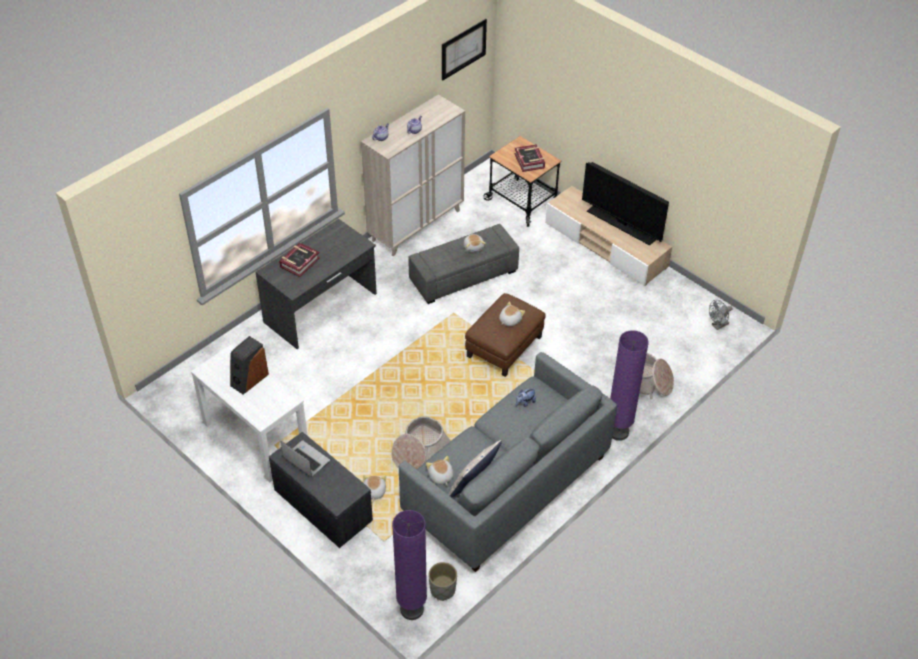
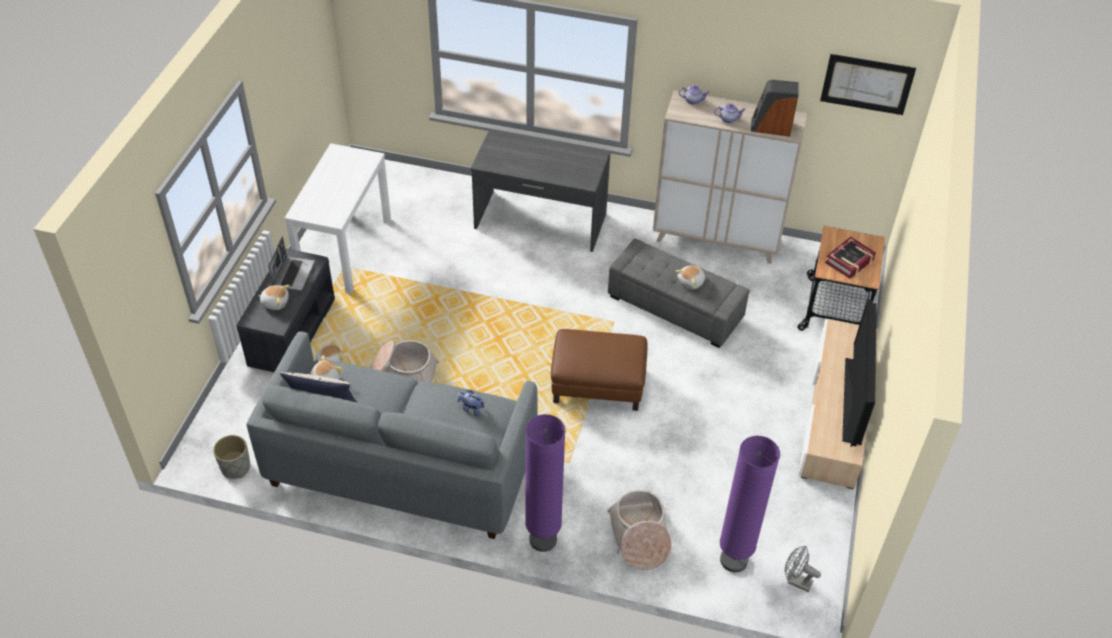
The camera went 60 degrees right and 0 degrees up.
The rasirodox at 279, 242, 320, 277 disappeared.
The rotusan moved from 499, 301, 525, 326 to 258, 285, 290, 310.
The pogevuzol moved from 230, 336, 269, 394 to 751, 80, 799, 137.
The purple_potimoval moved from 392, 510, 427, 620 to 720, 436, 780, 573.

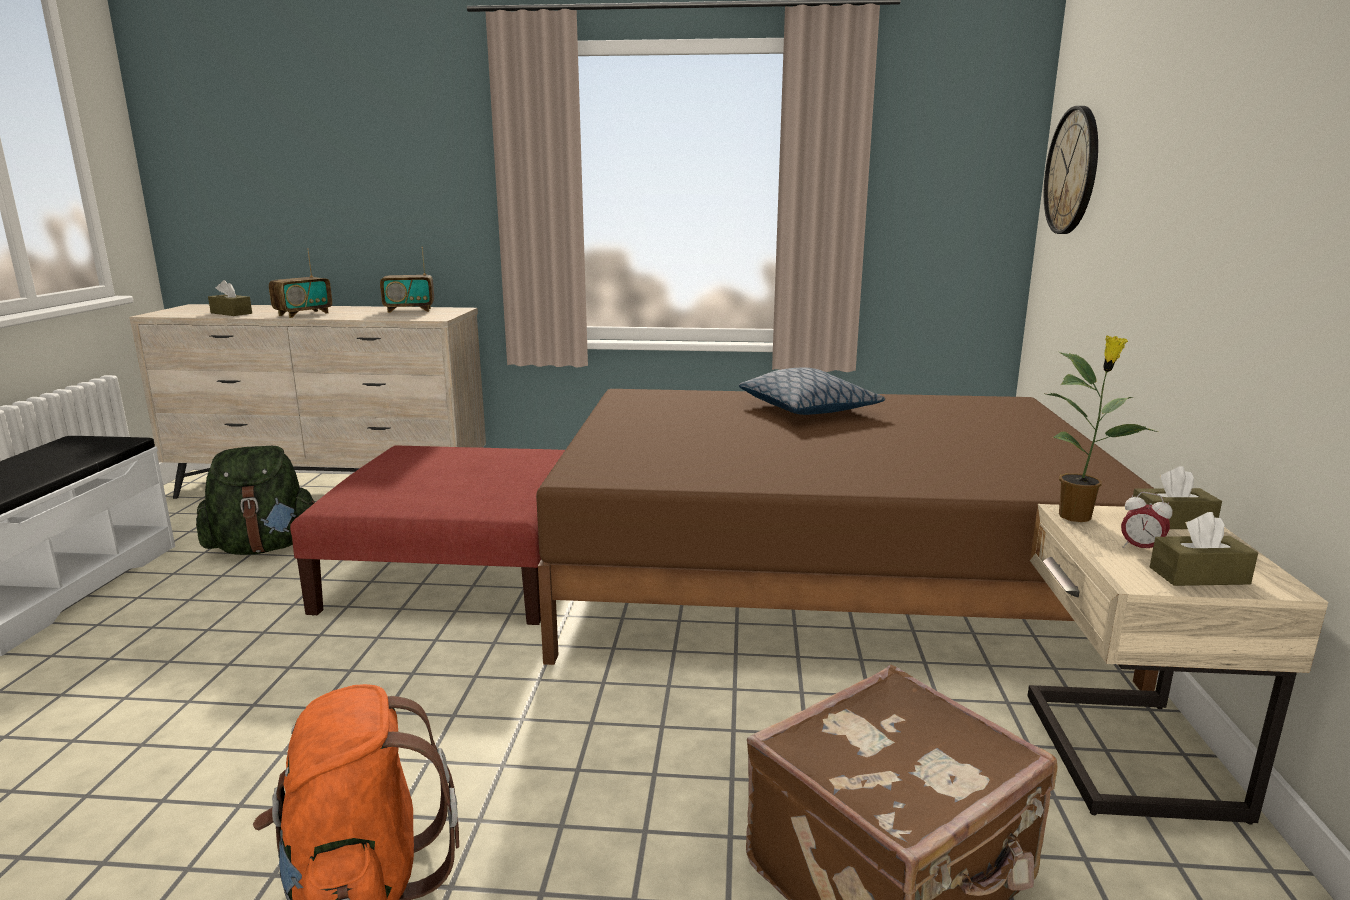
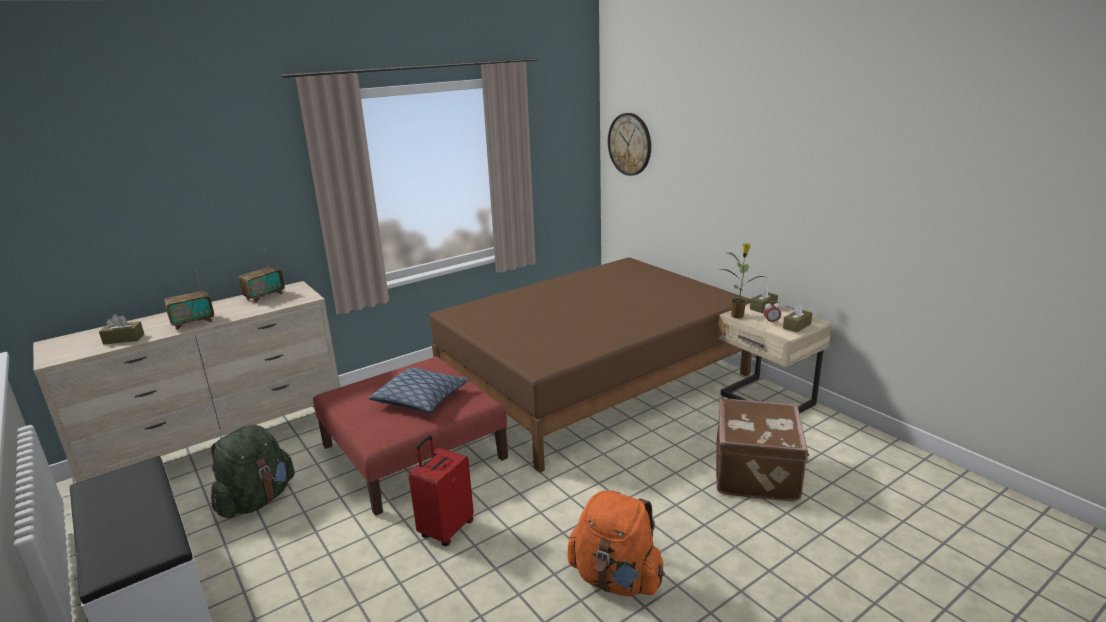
The camera went 40 degrees left and 5 degrees up.
The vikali at 269, 248, 332, 318 turned 60 degrees clockwise.
The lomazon moved from 739, 368, 885, 415 to 369, 367, 469, 413.
The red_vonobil at 409, 435, 474, 546 appeared.

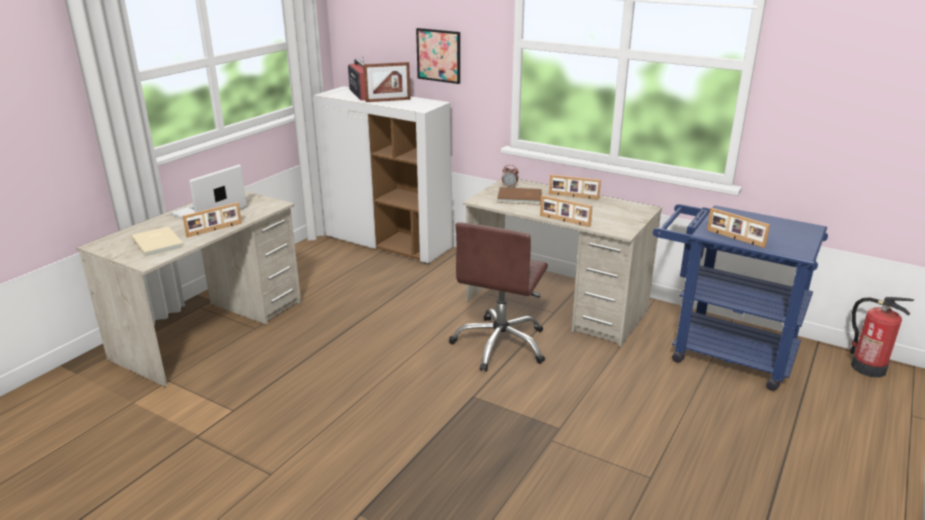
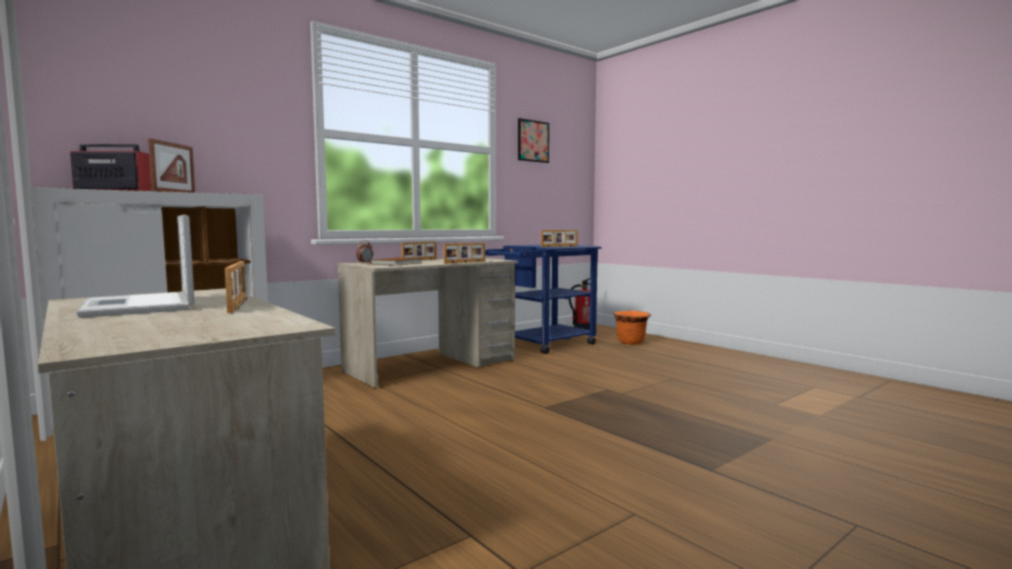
The camera went 70 degrees left and 20 degrees down.
The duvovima moved from 416, 28, 460, 84 to 518, 118, 549, 163.
The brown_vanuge at 449, 222, 548, 372 disappeared.
The beige_rasirodox at 131, 226, 184, 257 disappeared.
The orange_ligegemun at 613, 311, 651, 345 appeared.

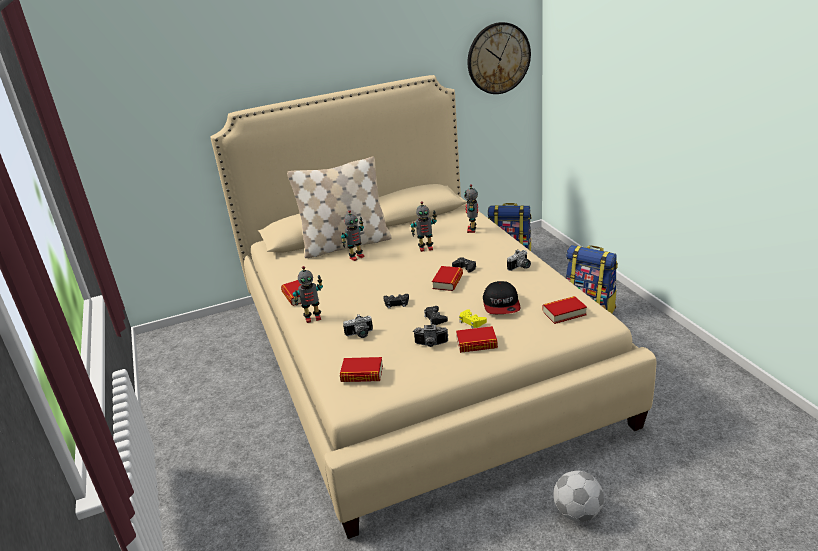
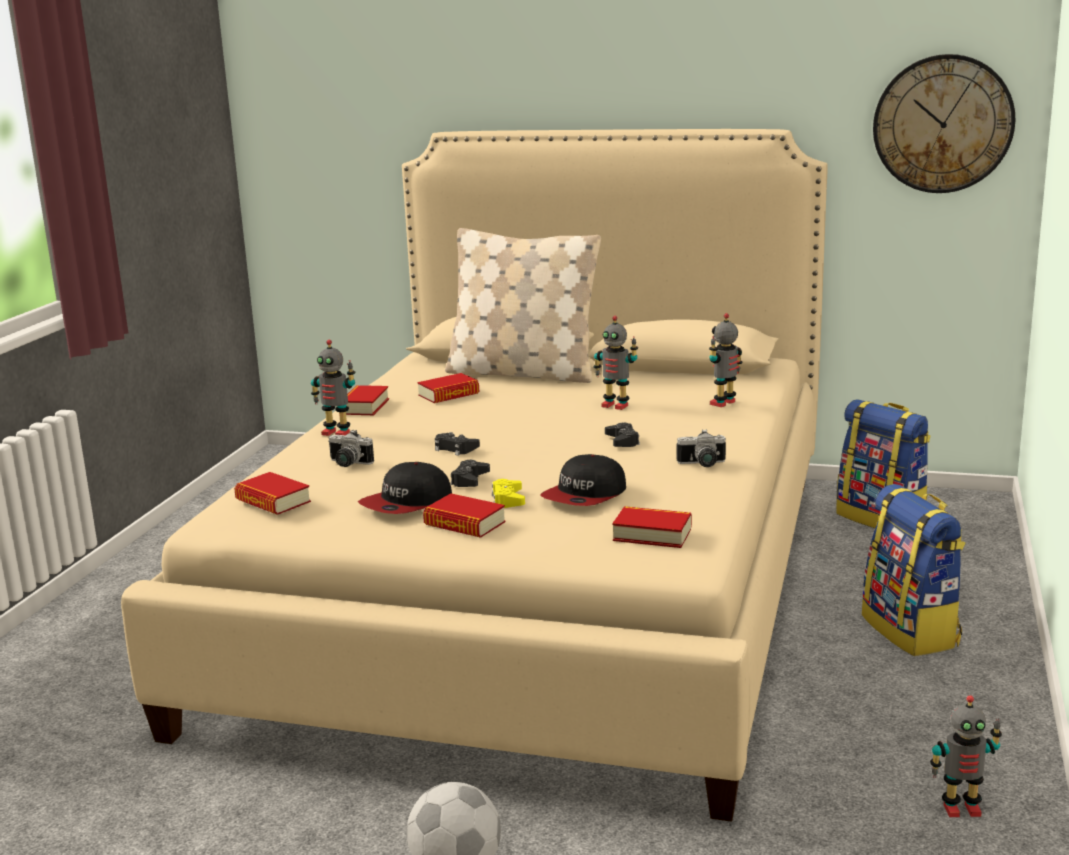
The camera went 35 degrees right and 10 degrees down.
The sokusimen moved from 341, 210, 365, 261 to 930, 695, 1002, 817.
The rasirodox moved from 432, 266, 463, 291 to 417, 373, 479, 403.
The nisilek at 413, 325, 448, 347 was replaced by the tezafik at 358, 462, 452, 514.

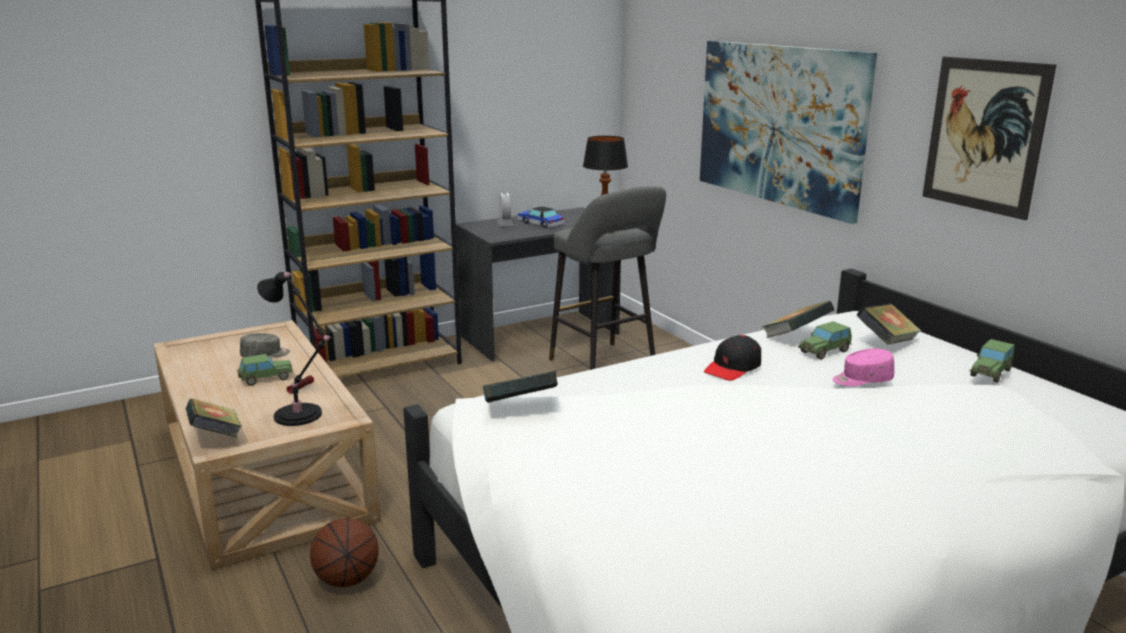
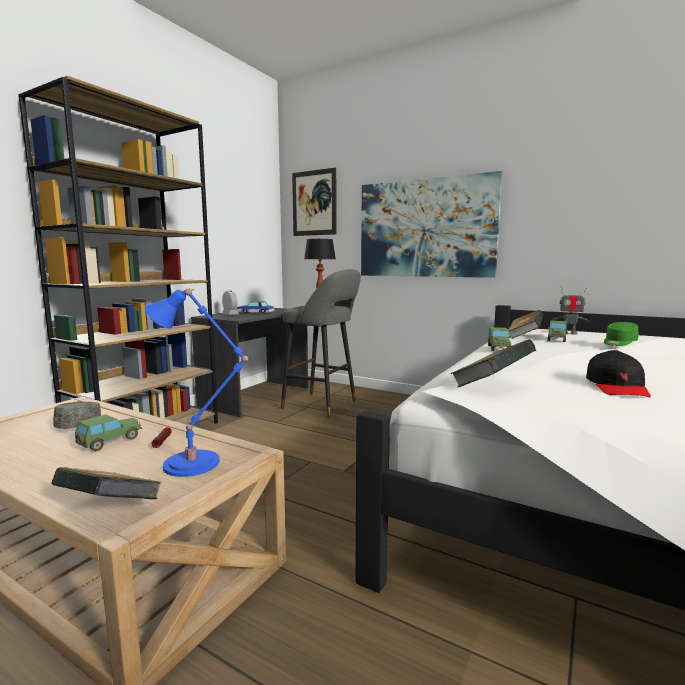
The camera went 30 degrees left and 10 degrees down.
The duvovima moved from 923, 56, 1056, 220 to 292, 168, 337, 236.
The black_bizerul at 257, 272, 332, 426 became the blue_bizerul at 145, 288, 248, 477.
The rasirodox at 857, 304, 921, 345 was replaced by the sokusimen at 553, 286, 590, 335.
The black_tezafik moved from 704, 335, 761, 381 to 586, 350, 651, 398.
The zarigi moved from 970, 339, 1015, 383 to 488, 327, 511, 351.
The pink_tezafik at 833, 348, 894, 386 became the green_tezafik at 604, 322, 638, 346.
The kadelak at 310, 518, 379, 587 disappeared.

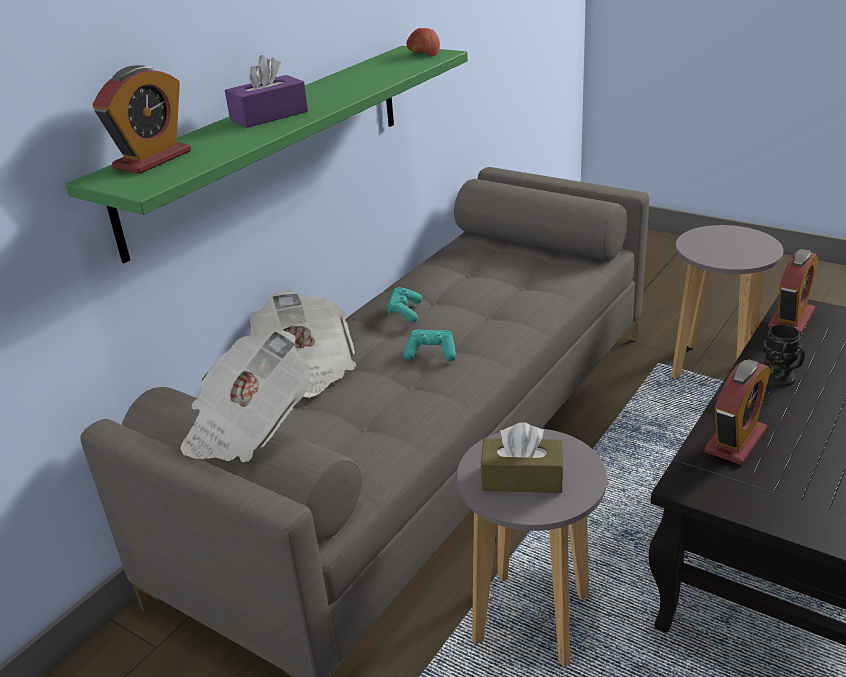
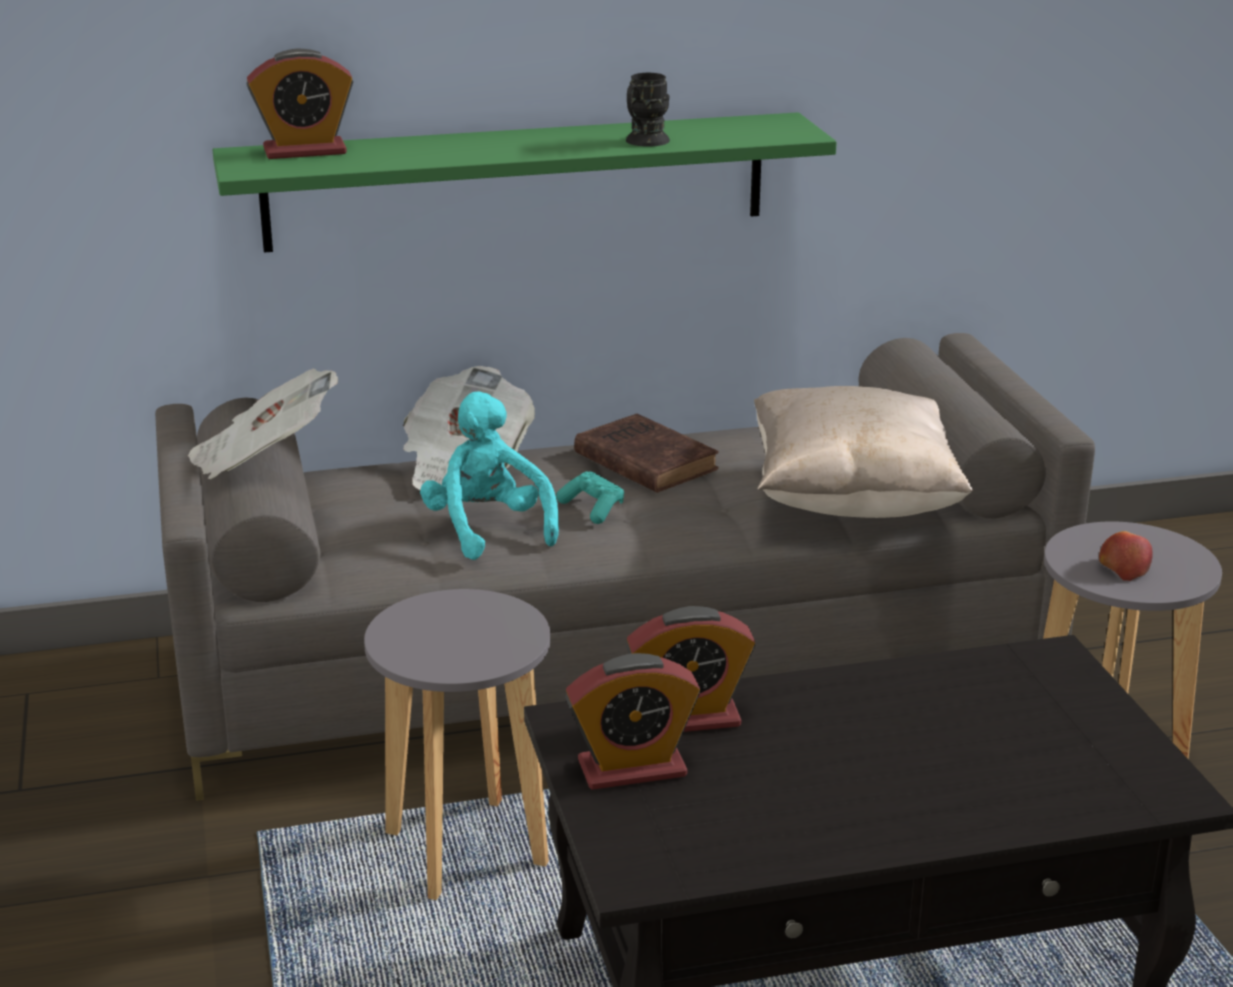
The camera went 40 degrees right and 5 degrees down.
The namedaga moved from 407, 28, 440, 56 to 1099, 531, 1153, 581.
The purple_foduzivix at 225, 55, 308, 128 disappeared.
The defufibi moved from 768, 249, 818, 335 to 565, 653, 700, 790.
The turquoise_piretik at 387, 287, 422, 323 was replaced by the brown_rasirodox at 574, 414, 719, 493.
The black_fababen moved from 763, 325, 805, 387 to 626, 73, 670, 147.
The brown_foduzivix at 480, 422, 564, 493 disappeared.
The beige_lomazon at 754, 386, 973, 518 appeared.
The turquoise_rotusan at 420, 392, 559, 560 appeared.

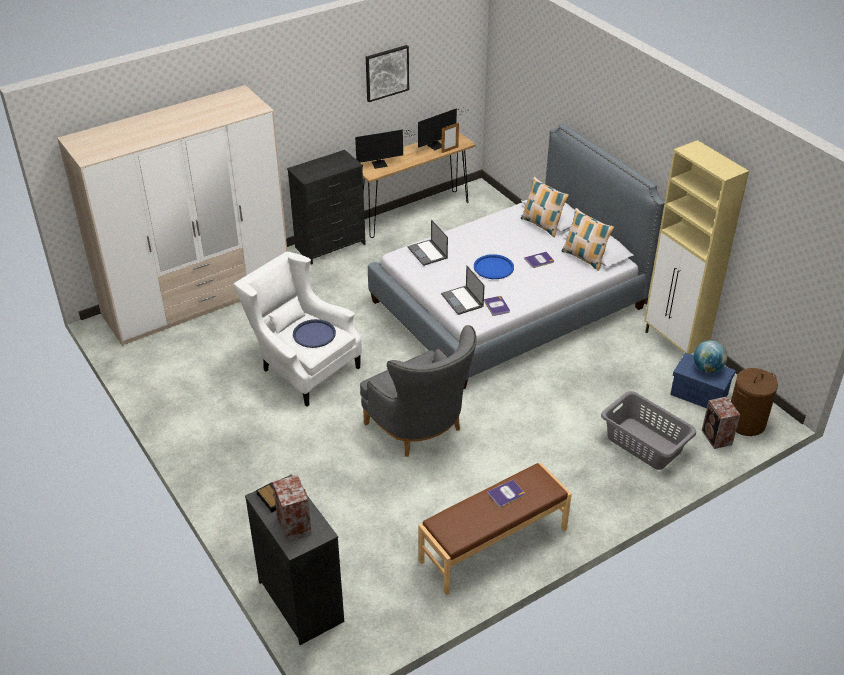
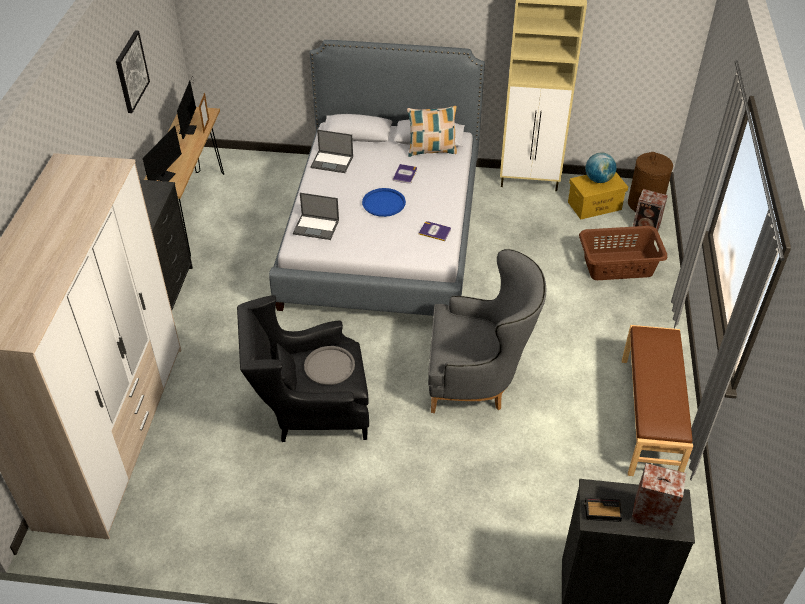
The camera went 50 degrees left and 5 degrees up.
The lomazon at 521, 177, 569, 237 disappeared.
The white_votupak at 234, 252, 362, 407 became the black_votupak at 237, 295, 369, 442.
The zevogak moved from 441, 265, 485, 315 to 310, 130, 353, 173.
The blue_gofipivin at 293, 319, 336, 348 became the grey_gofipivin at 304, 346, 355, 385.
The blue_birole at 670, 353, 736, 408 became the yellow_birole at 568, 172, 628, 220.
The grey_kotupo at 601, 391, 696, 470 became the brown_kotupo at 579, 226, 667, 280.
The rasirodox at 487, 480, 525, 507 disappeared.

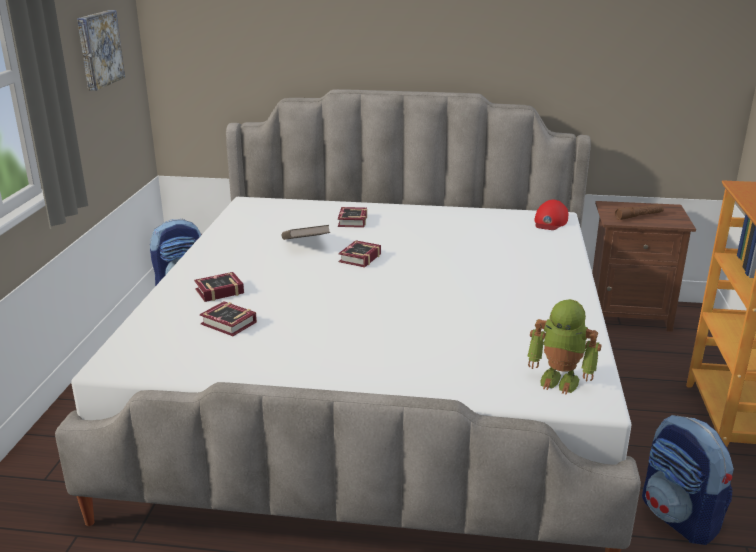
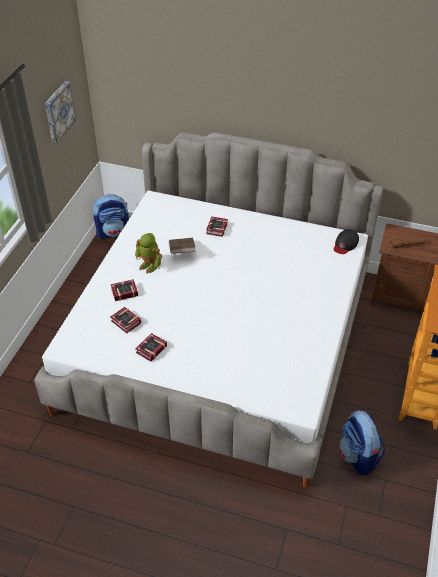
The camera went 10 degrees right and 20 degrees up.
The red_tezafik at 534, 200, 568, 230 became the black_tezafik at 334, 229, 359, 254.
The rasirodox moved from 338, 240, 381, 268 to 135, 333, 167, 362.
The sokusimen moved from 527, 299, 602, 395 to 135, 233, 162, 274.

